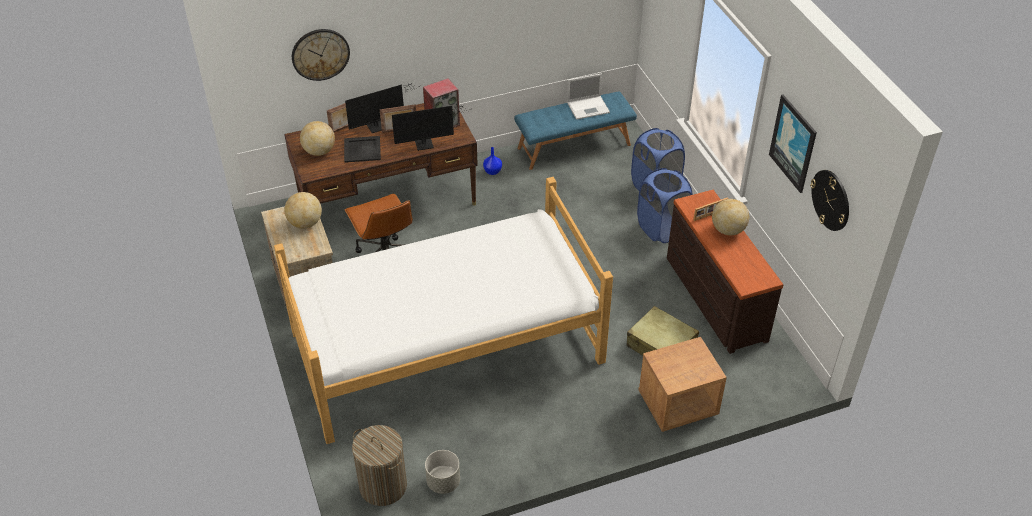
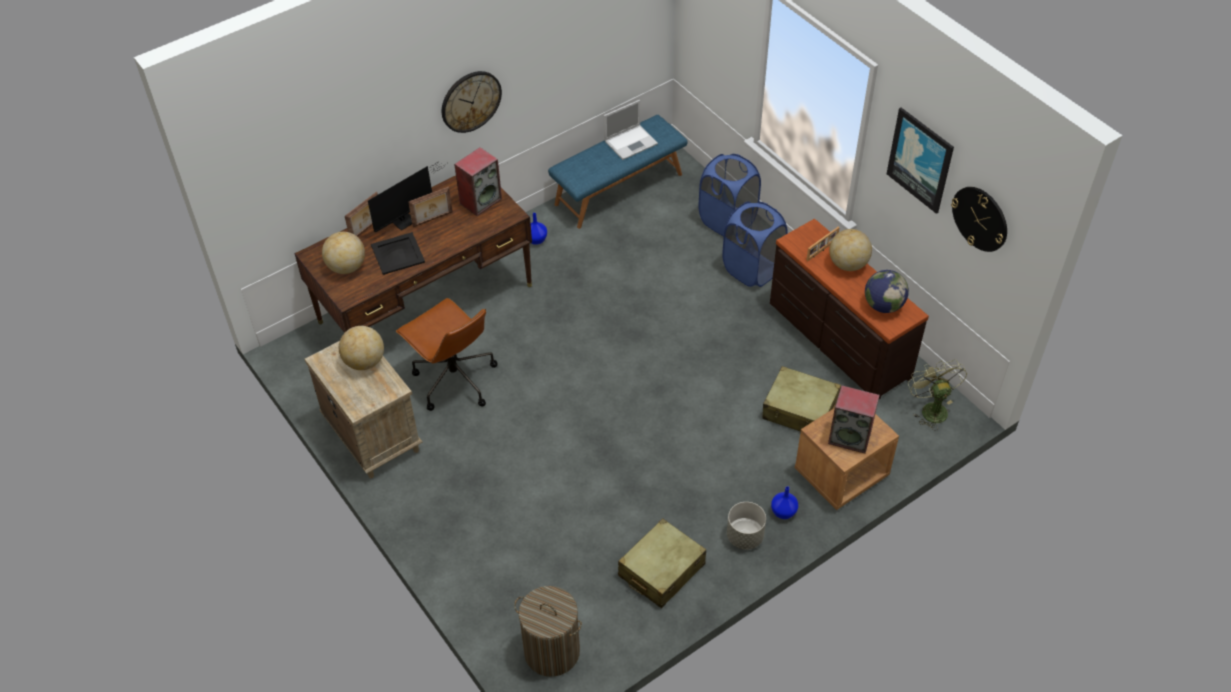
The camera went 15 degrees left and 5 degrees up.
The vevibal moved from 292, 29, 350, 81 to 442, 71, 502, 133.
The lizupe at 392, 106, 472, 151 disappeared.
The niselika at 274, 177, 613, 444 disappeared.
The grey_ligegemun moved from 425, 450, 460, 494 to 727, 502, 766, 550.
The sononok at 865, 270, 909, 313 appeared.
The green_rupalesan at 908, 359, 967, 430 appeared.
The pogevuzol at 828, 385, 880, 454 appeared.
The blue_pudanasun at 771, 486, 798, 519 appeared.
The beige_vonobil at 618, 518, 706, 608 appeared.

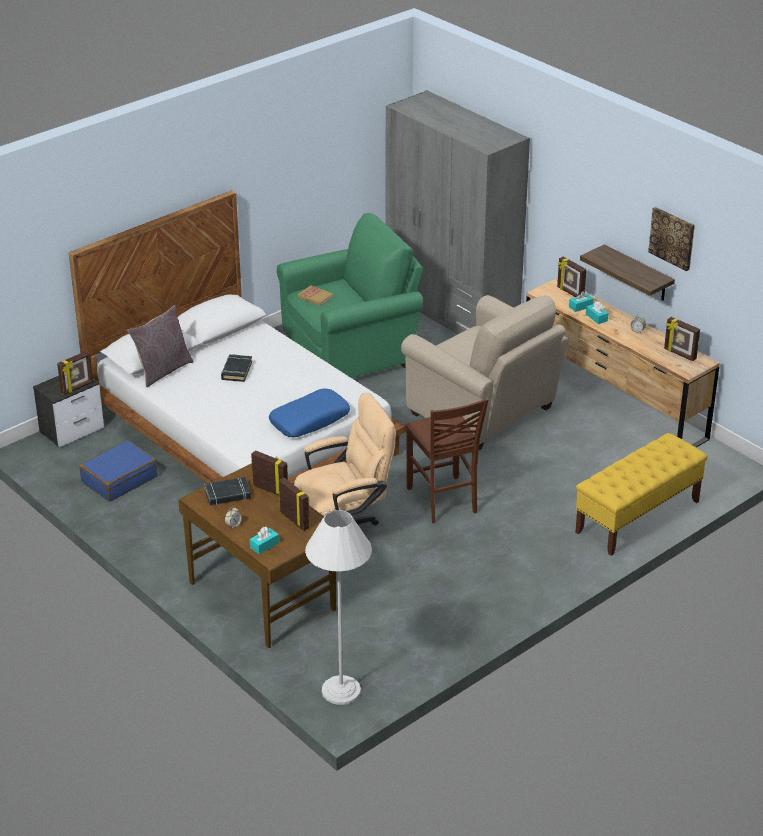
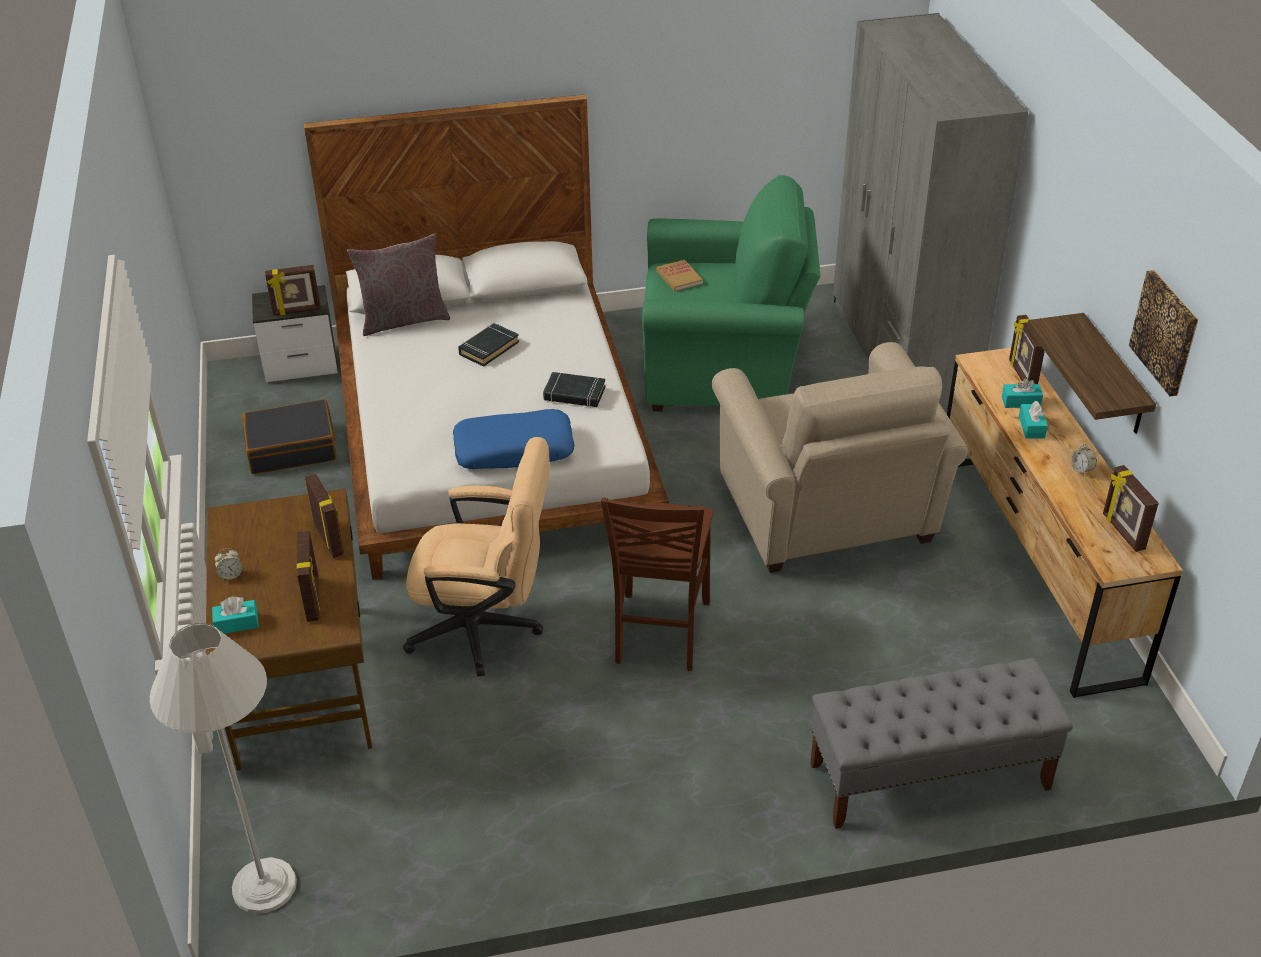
The camera went 30 degrees right and 5 degrees up.
The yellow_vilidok at 575, 433, 708, 556 became the grey_vilidok at 810, 658, 1073, 829.
The blue_vonobil at 80, 440, 158, 502 became the black_vonobil at 242, 399, 337, 474.
The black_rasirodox moved from 204, 477, 251, 505 to 543, 372, 606, 407.

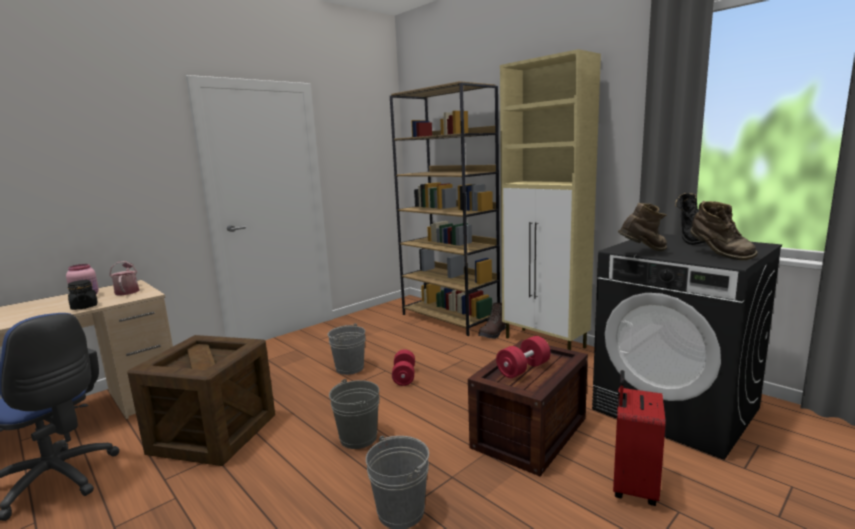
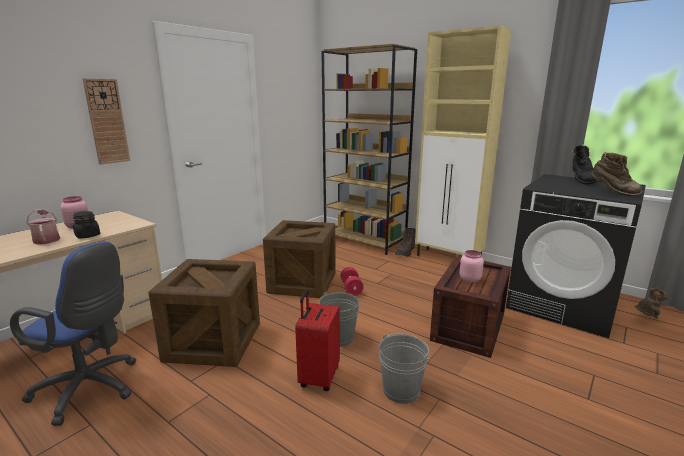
The camera went 10 degrees left and 5 degrees up.
The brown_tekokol moved from 618, 203, 667, 251 to 635, 287, 672, 319.
The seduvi moved from 109, 261, 140, 295 to 26, 209, 60, 244.
The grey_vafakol at 328, 323, 366, 375 was replaced by the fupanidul at 263, 220, 336, 298.
The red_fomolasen at 496, 336, 551, 378 was replaced by the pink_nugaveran at 459, 250, 484, 283.
The red_vonobil moved from 613, 370, 666, 506 to 295, 290, 340, 391.
The vevibal at 83, 78, 130, 165 appeared.

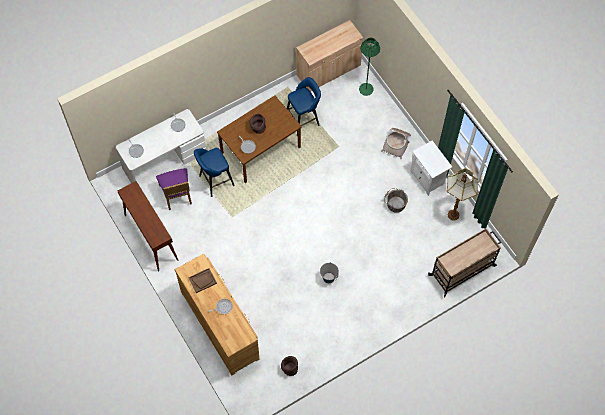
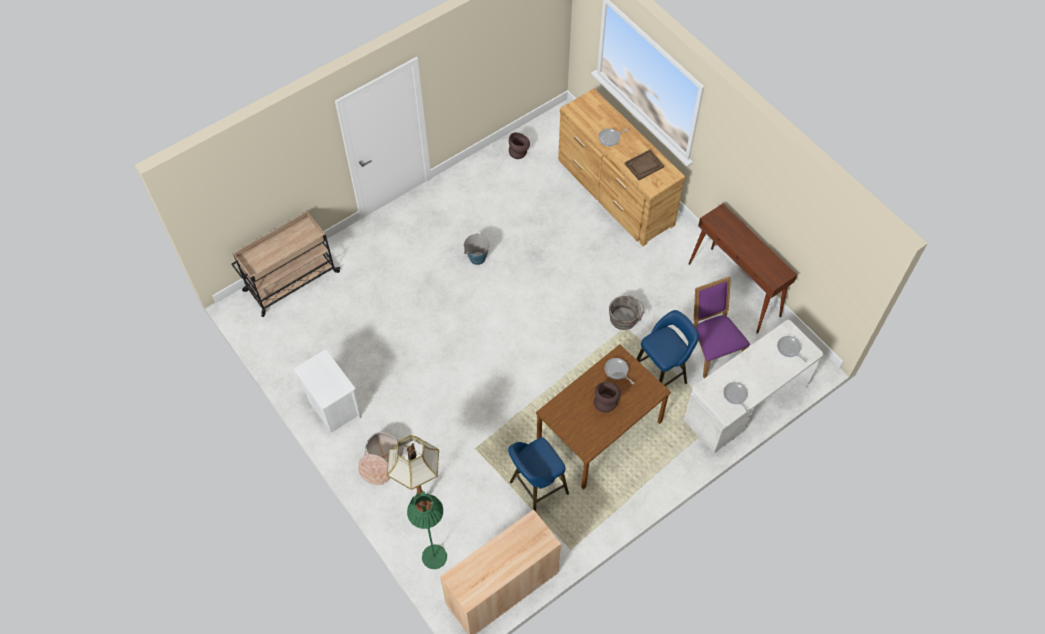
The camera went 175 degrees right and 5 degrees down.
The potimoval moved from 447, 168, 478, 221 to 387, 435, 439, 512.
The grey_vafakol moved from 384, 188, 408, 213 to 609, 295, 644, 330.

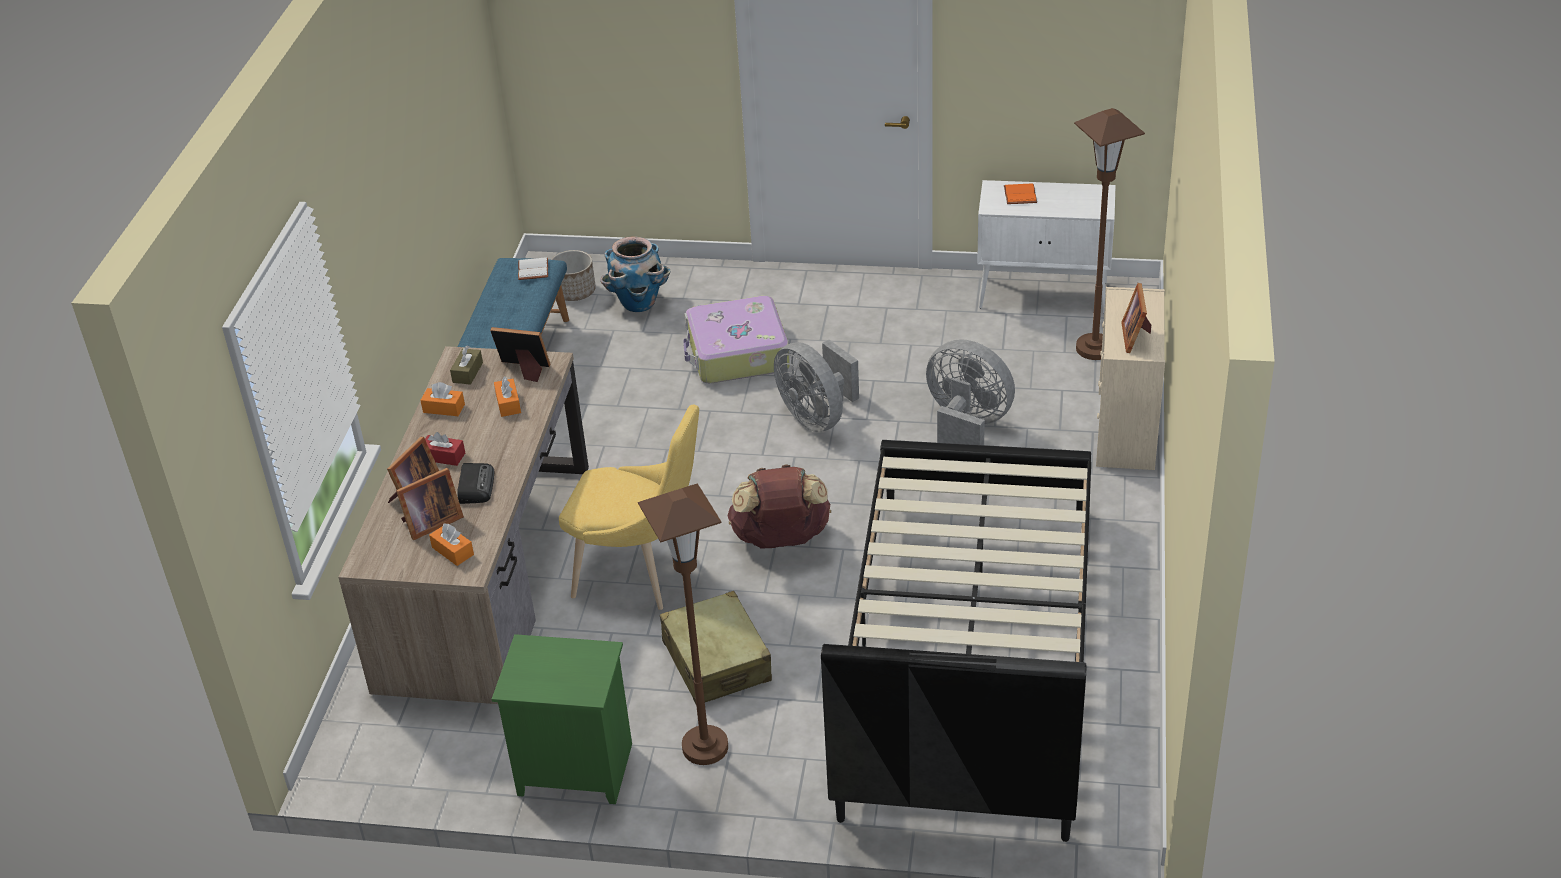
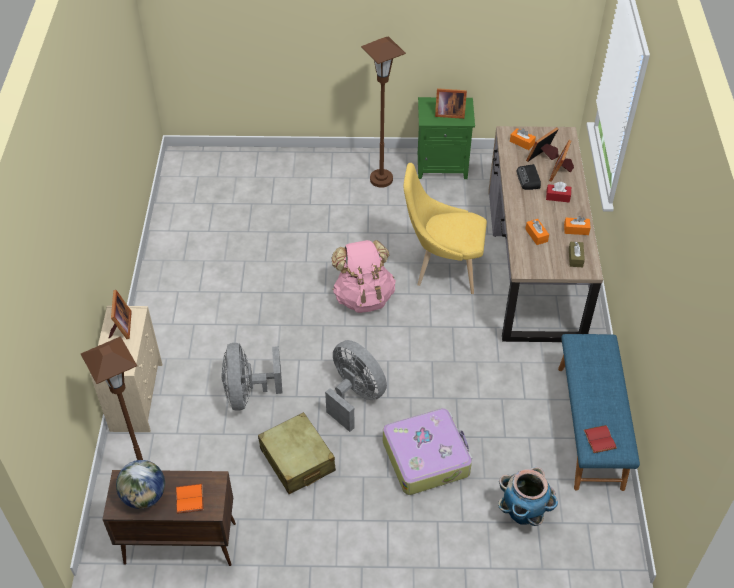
The camera went 170 degrees right and 10 degrees up.
The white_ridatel at 977, 180, 1116, 314 became the brown_ridatel at 102, 470, 236, 566.
The ligegemun at 551, 250, 596, 301 disappeared.
The white_rasirodox at 518, 257, 548, 280 became the red_rasirodox at 584, 425, 617, 453.
The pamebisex moved from 490, 327, 550, 382 to 435, 88, 467, 119.
The grey_rupalesan at 926, 339, 1015, 445 turned 60 degrees clockwise.
The black_niselika at 821, 440, 1091, 842 disappeared.
The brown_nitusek at 727, 464, 831, 549 became the pink_nitusek at 332, 240, 396, 313.
The beige_vonobil moved from 660, 591, 772, 704 to 258, 412, 336, 494.
The sononok at 116, 460, 165, 509 appeared.

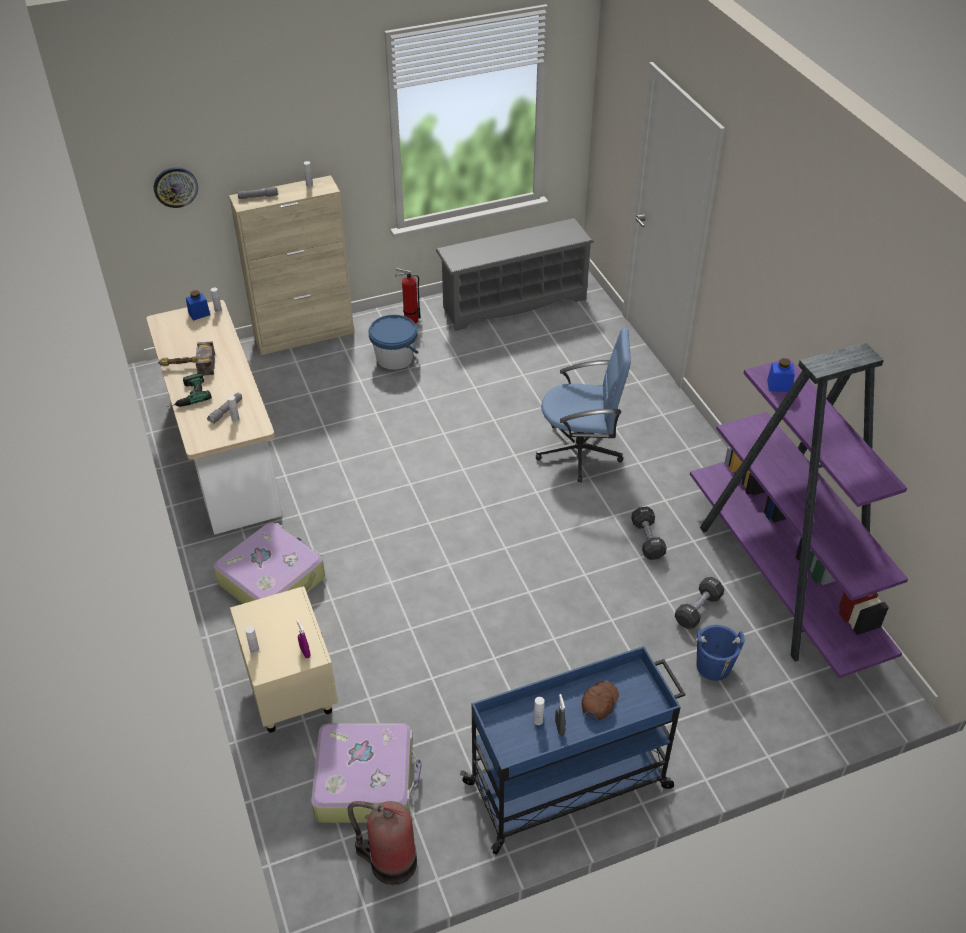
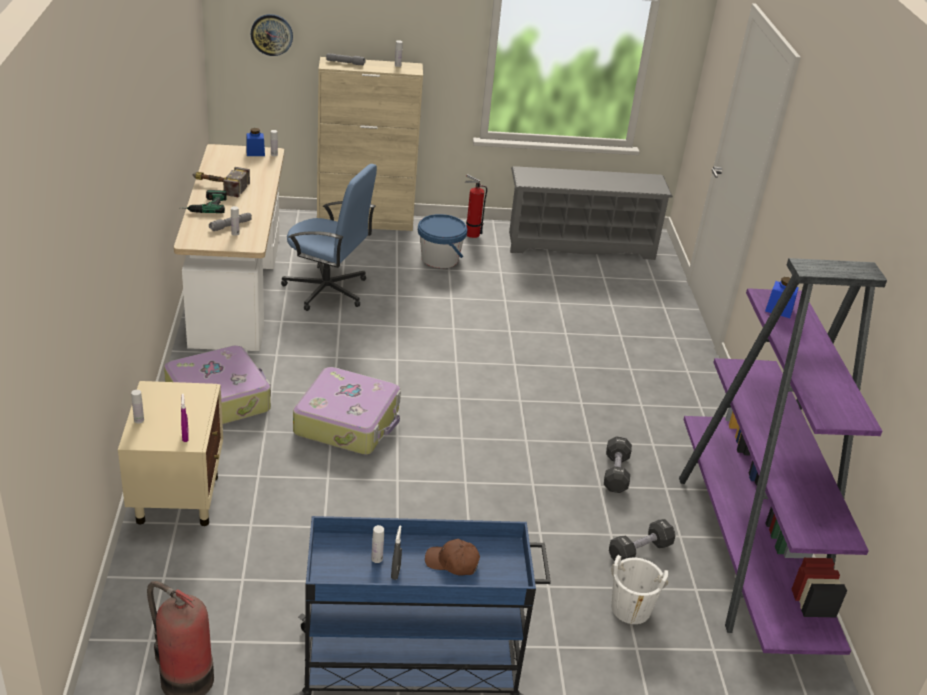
The camera went 15 degrees right and 10 degrees down.
The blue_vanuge moved from 536, 328, 631, 483 to 281, 164, 377, 311.
The blue_vafakol at 694, 625, 745, 681 became the white_vafakol at 611, 555, 668, 624.
The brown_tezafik at 582, 681, 619, 720 turned 120 degrees counterclockwise.
The vonobil moved from 311, 723, 421, 823 to 293, 367, 401, 455.

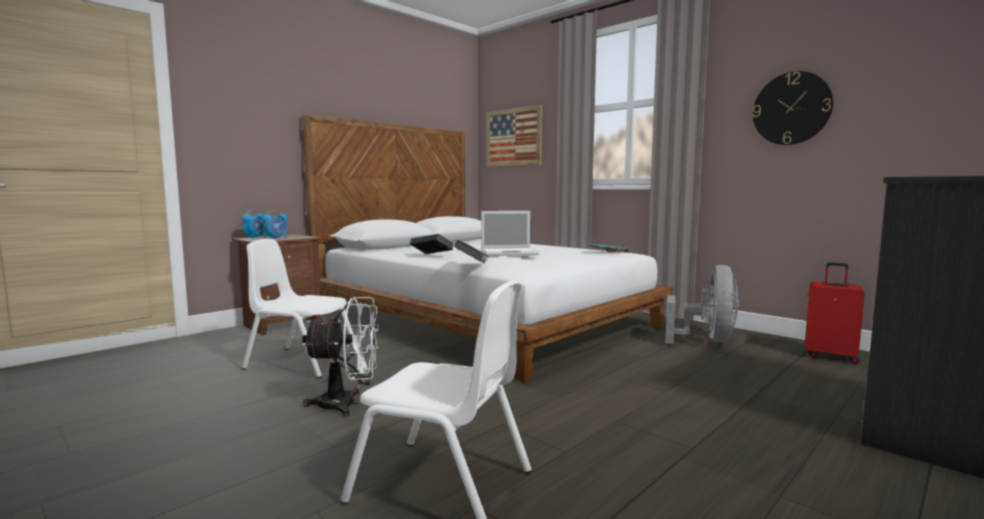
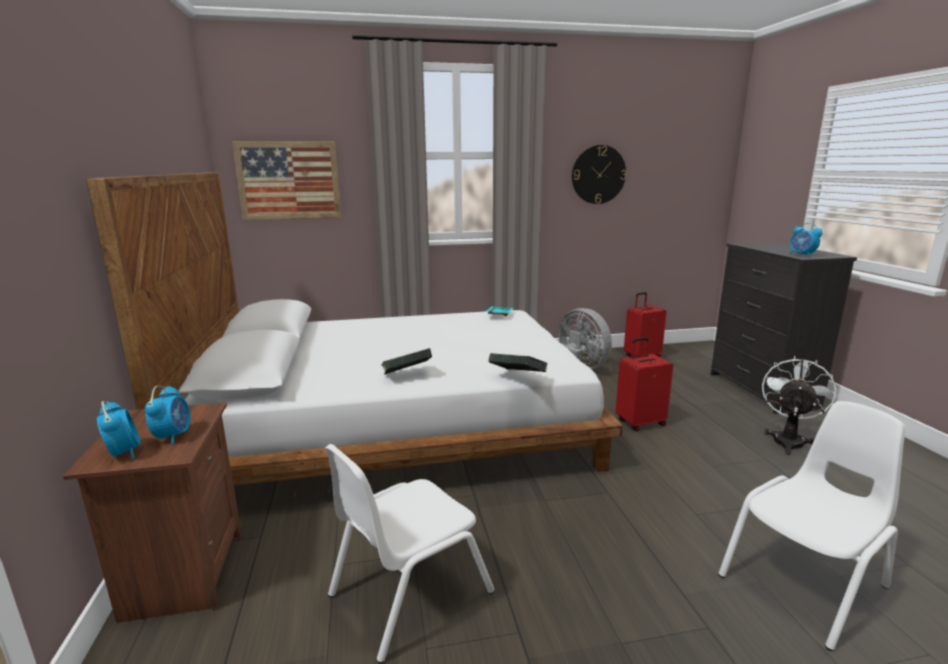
The camera went 55 degrees left and 10 degrees up.
The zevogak at 481, 211, 539, 256 disappeared.
The white_rupalesan moved from 302, 297, 379, 417 to 762, 356, 836, 455.
The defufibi at 789, 223, 822, 257 appeared.
The red_vonobil at 615, 337, 673, 431 appeared.

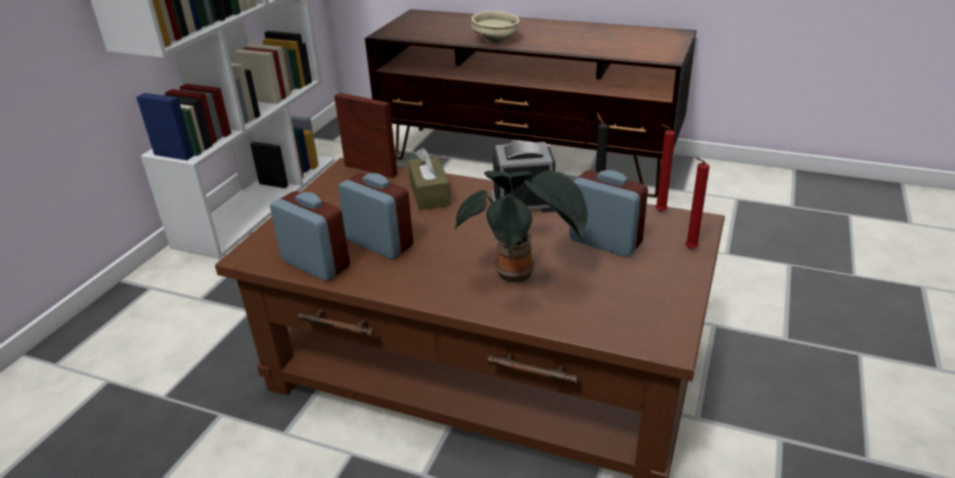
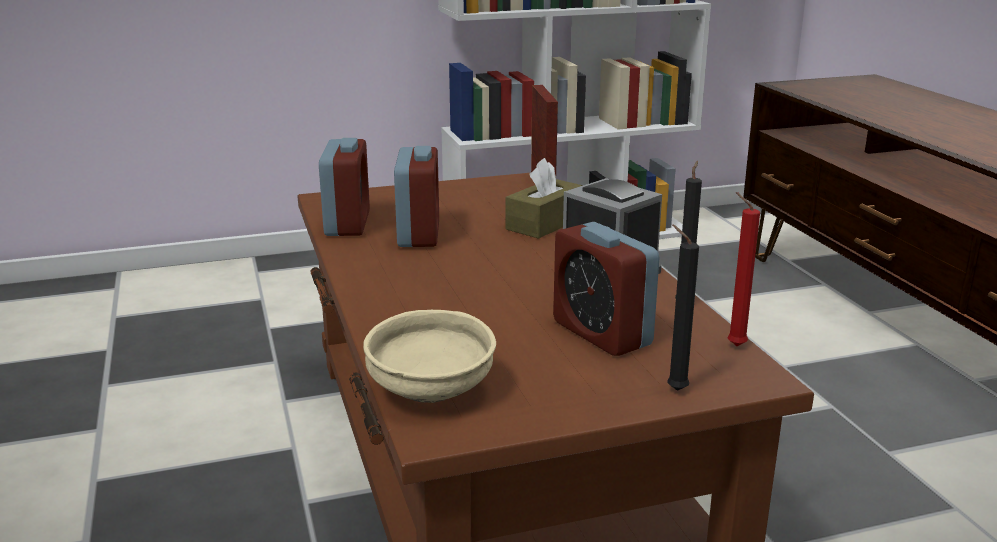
The camera went 50 degrees right and 10 degrees down.
The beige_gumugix moved from 471, 11, 520, 43 to 363, 310, 496, 403.
The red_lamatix at 685, 157, 710, 249 became the black_lamatix at 667, 225, 699, 391.
The defufibi at 569, 170, 648, 257 turned 150 degrees clockwise.
The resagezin at 455, 171, 588, 283 disappeared.

